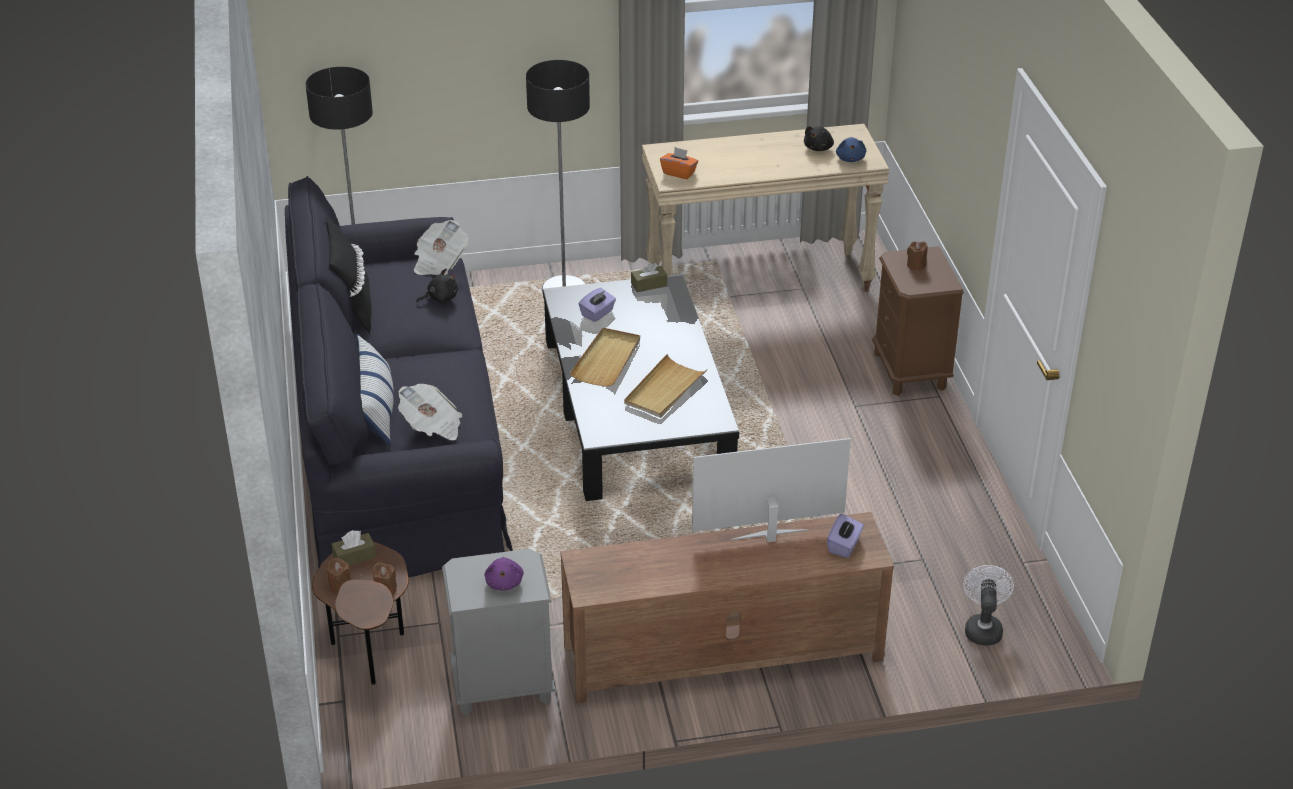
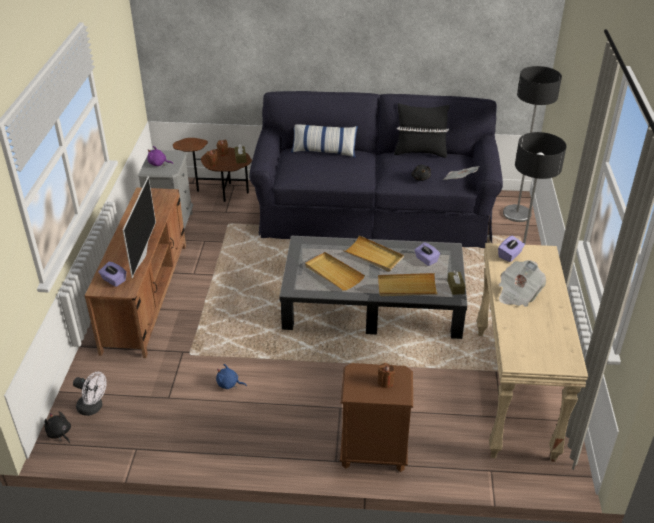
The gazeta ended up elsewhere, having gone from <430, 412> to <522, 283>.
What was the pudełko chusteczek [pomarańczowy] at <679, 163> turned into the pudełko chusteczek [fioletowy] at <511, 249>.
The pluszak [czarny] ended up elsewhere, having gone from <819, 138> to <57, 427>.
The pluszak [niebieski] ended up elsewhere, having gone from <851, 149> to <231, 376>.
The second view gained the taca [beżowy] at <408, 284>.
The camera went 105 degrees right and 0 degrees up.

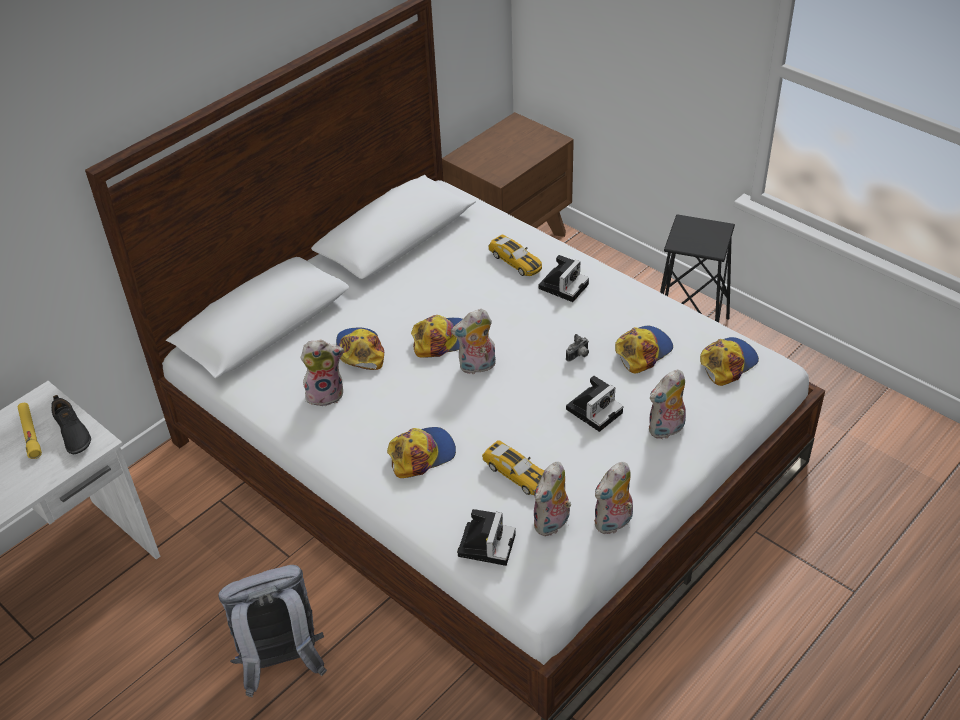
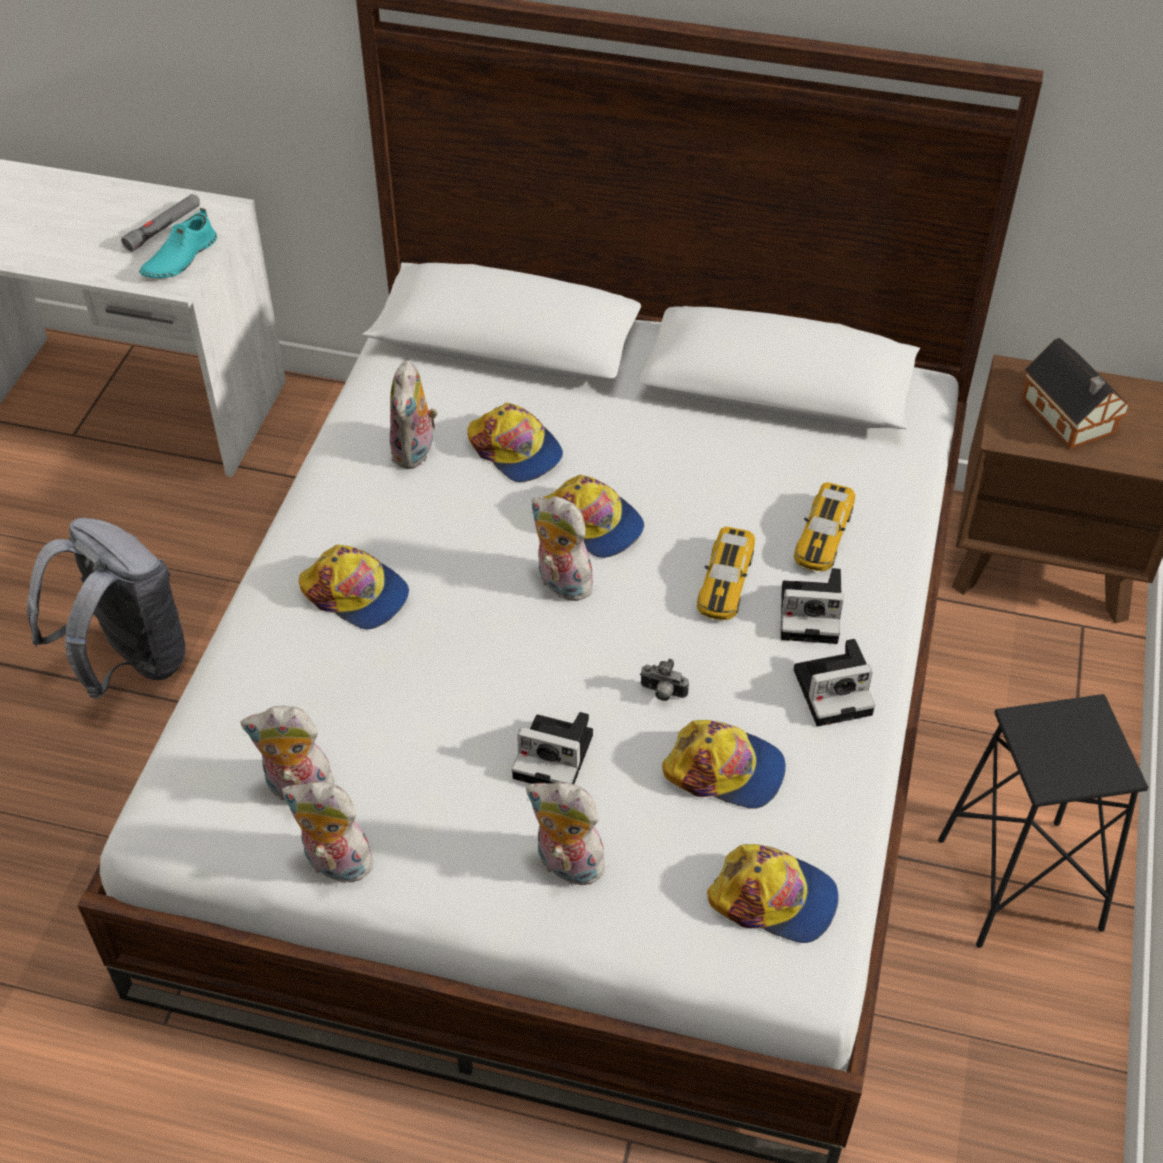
What was the latarka [żółty] at <30, 431> turned into the latarka [szary] at <160, 223>.
What was the but [czarny] at <71, 424> turned into the but [turkusowy] at <178, 243>.
The pluszak at <322, 374> ended up facing another way, 45 degrees clockwise from before.
The czapka z daszkiem at <360, 349> ended up facing another way, 90 degrees clockwise from before.
The aparat fotograficzny ended up elsewhere, having gone from <486, 537> to <834, 682>.
The samochodzik ended up elsewhere, having gone from <513, 467> to <726, 573>.
The second view gained the domek at <1076, 393>.
The camera went 60 degrees right and 5 degrees up.

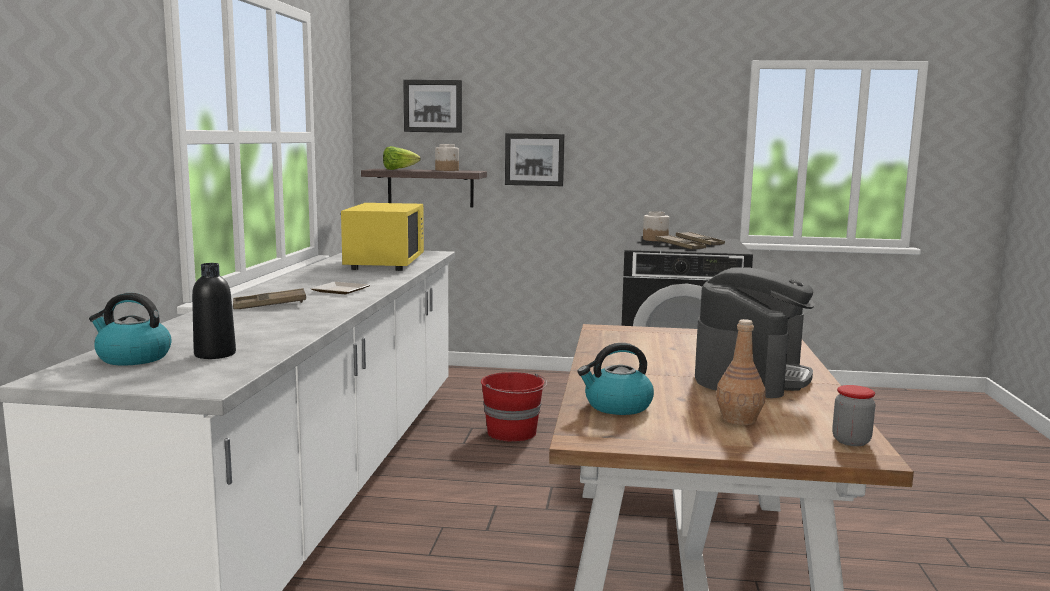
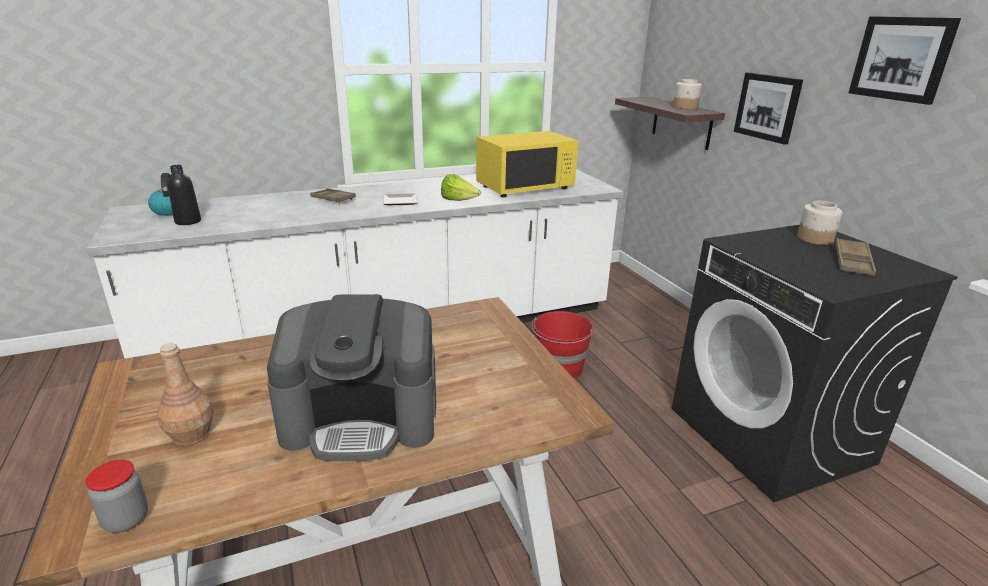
The sałata ended up elsewhere, having gone from <402, 158> to <461, 187>.
The obraz ended up elsewhere, having gone from <432, 106> to <904, 60>.
The second view lost the czajnik at <616, 379>.
The second view lost the taca [brązowy] at <680, 242>.
The camera went 60 degrees right and 15 degrees up.

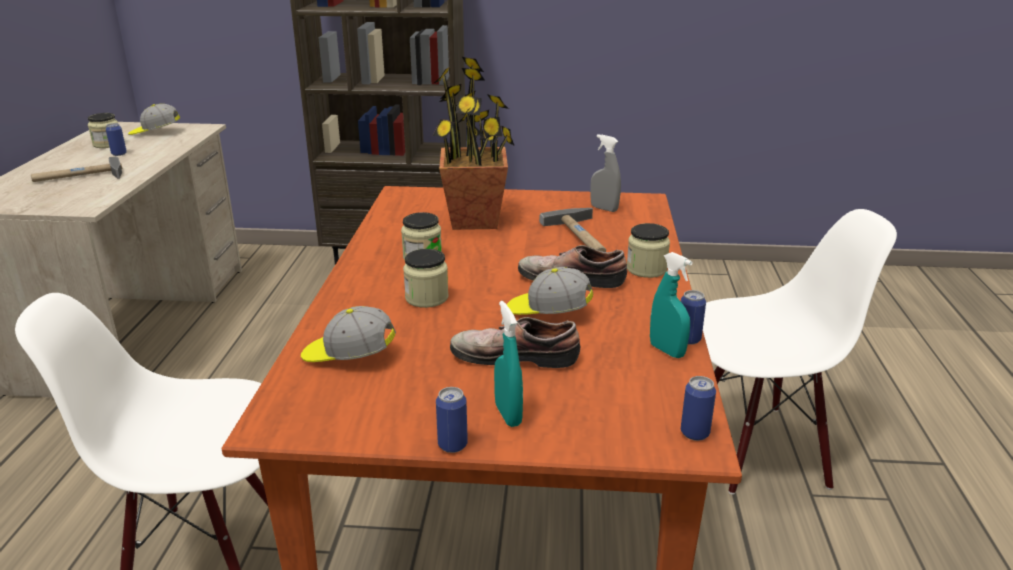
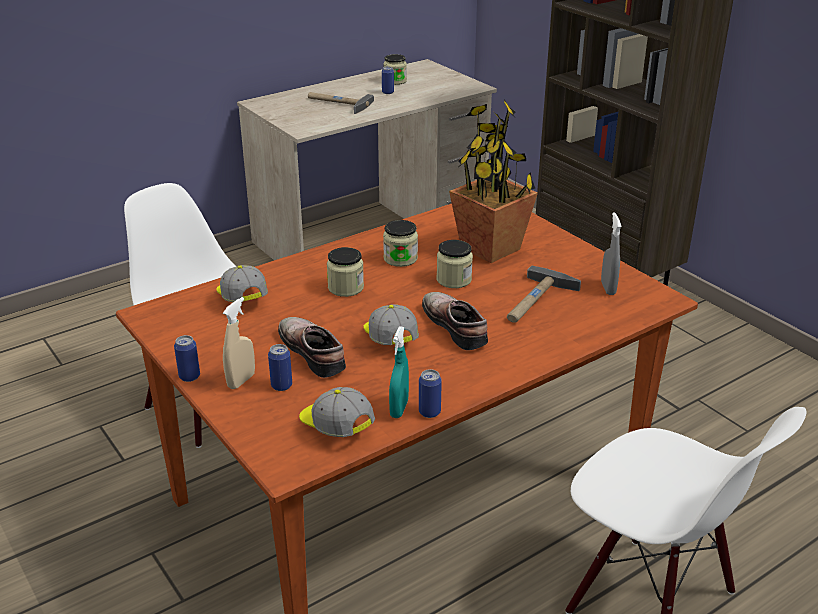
The czapka z daszkiem ended up elsewhere, having gone from <154, 119> to <337, 412>.
What was the spryskiwacz [turkusowy] at <508, 364> turned into the spryskiwacz [beżowy] at <239, 343>.
The słoik ended up elsewhere, having gone from <648, 250> to <455, 264>.
The puszka ended up elsewhere, having gone from <698, 408> to <280, 367>.
The camera went 50 degrees right and 5 degrees up.

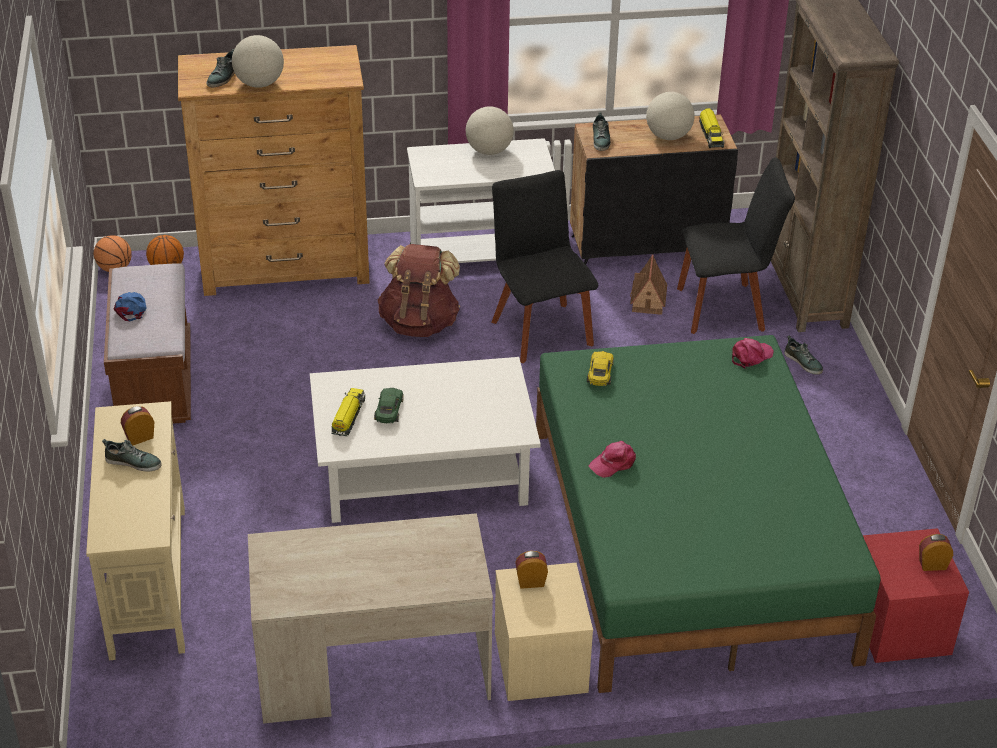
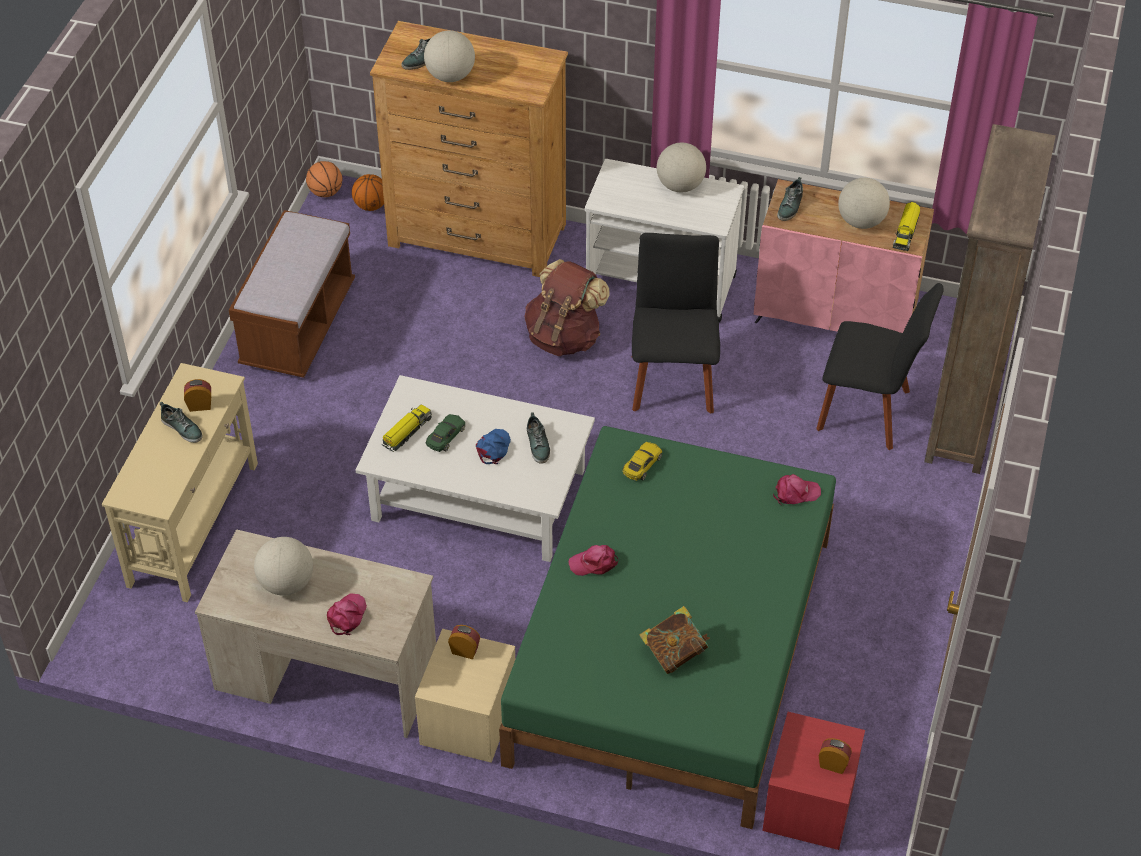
The czapka z daszkiem [niebieski] ended up elsewhere, having gone from <129, 306> to <493, 446>.
What was the szafka [czarny] at <654, 190> turned into the szafka [różowy] at <844, 256>.
The second view lost the domek at <648, 284>.
The but ended up elsewhere, having gone from <803, 355> to <538, 438>.
The second view gained the globus at <283, 566>.
The second view gained the czapka z daszkiem [różowy] at <347, 614>.
The second view gained the książka at <675, 640>.
The camera went 25 degrees right and 10 degrees up.

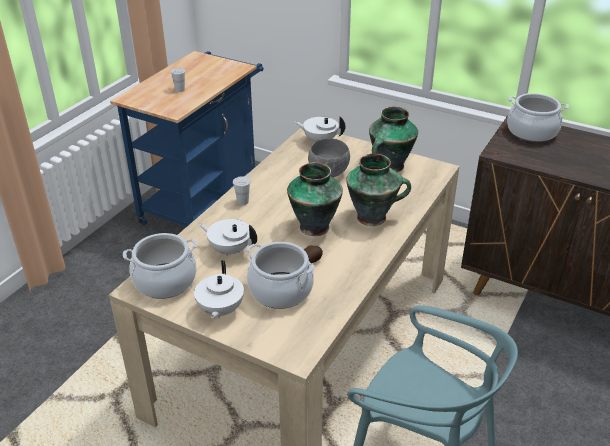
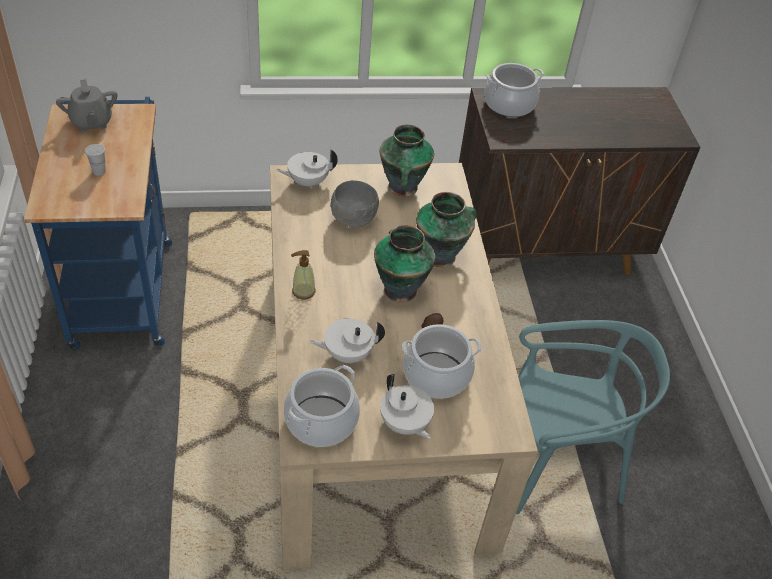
Where the filiżanka [biały] stood at <242, 190>, the dozownik mydła came to stand at <303, 274>.
The second view gained the imbryk [szary] at <86, 105>.
The camera went 40 degrees left and 10 degrees up.

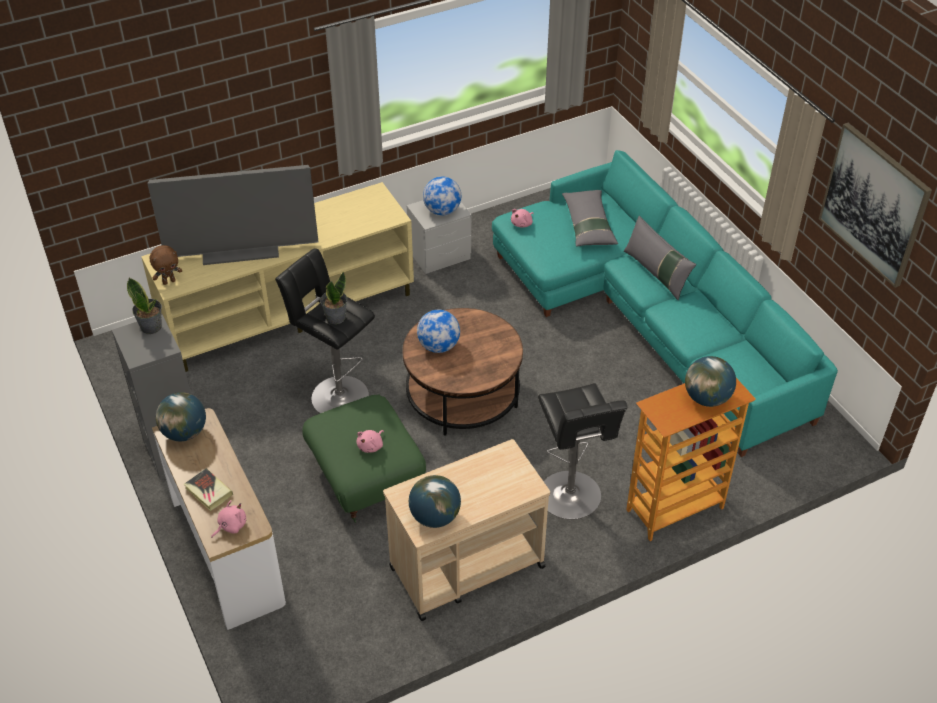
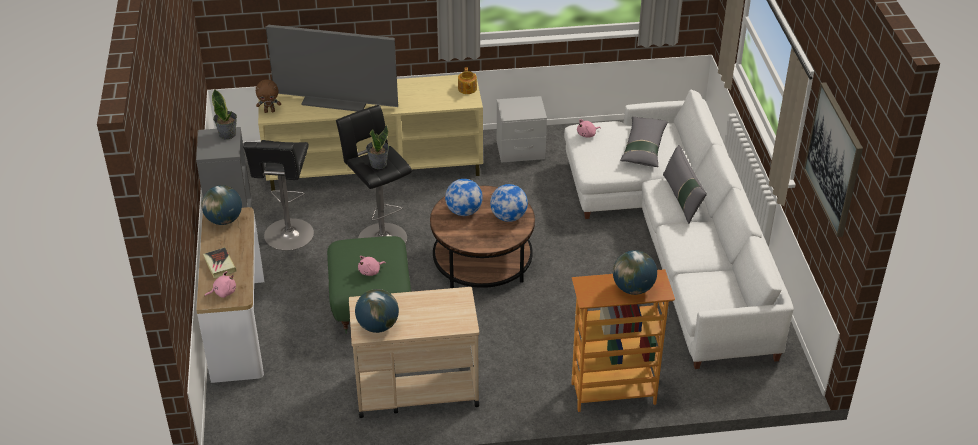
The globus ended up elsewhere, having gone from <442, 195> to <509, 203>.
What was the kanapa [turkusowy] at <665, 303> turned into the kanapa [biały] at <679, 229>.
The stołek [czarny] ended up elsewhere, having gone from <583, 451> to <278, 195>.
The second view gained the imbryk at <467, 80>.
The camera went 20 degrees right and 5 degrees down.

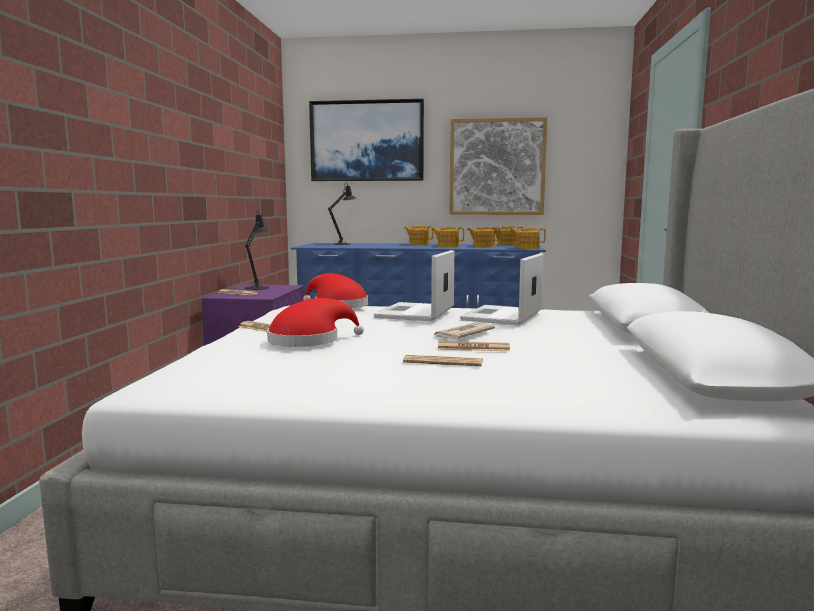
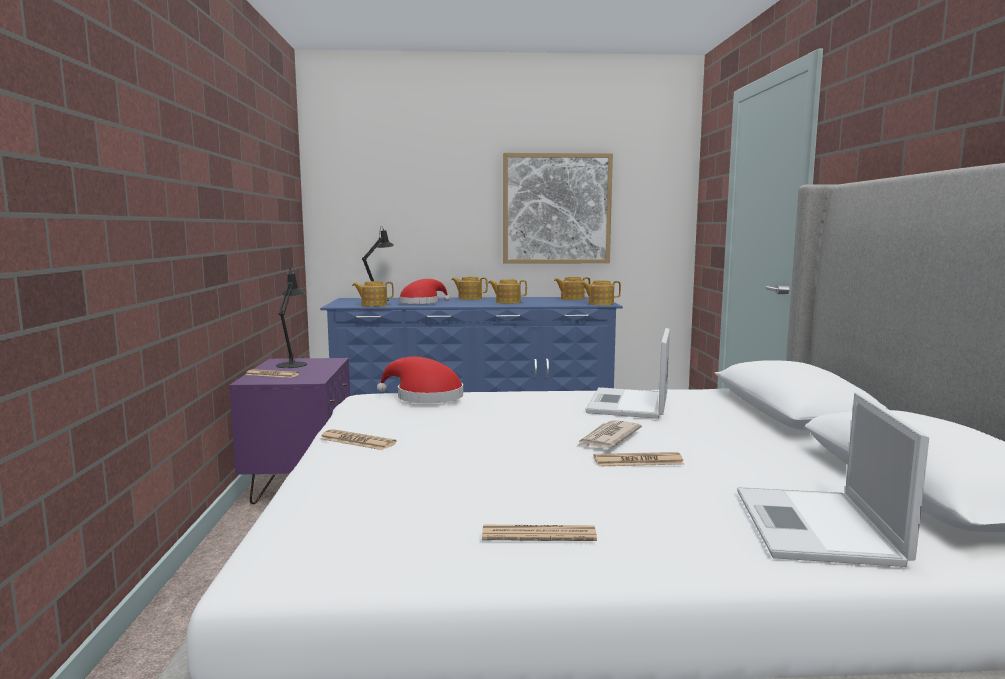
The kapelusz [czerwony] ended up elsewhere, having gone from <315, 322> to <424, 291>.
The second view lost the obraz at <366, 140>.
The laptop ended up elsewhere, having gone from <414, 285> to <833, 479>.
The gazeta ended up elsewhere, having gone from <443, 360> to <539, 533>.
The imbryk ended up elsewhere, having gone from <483, 237> to <373, 294>.
The camera went 10 degrees left and 0 degrees up.

